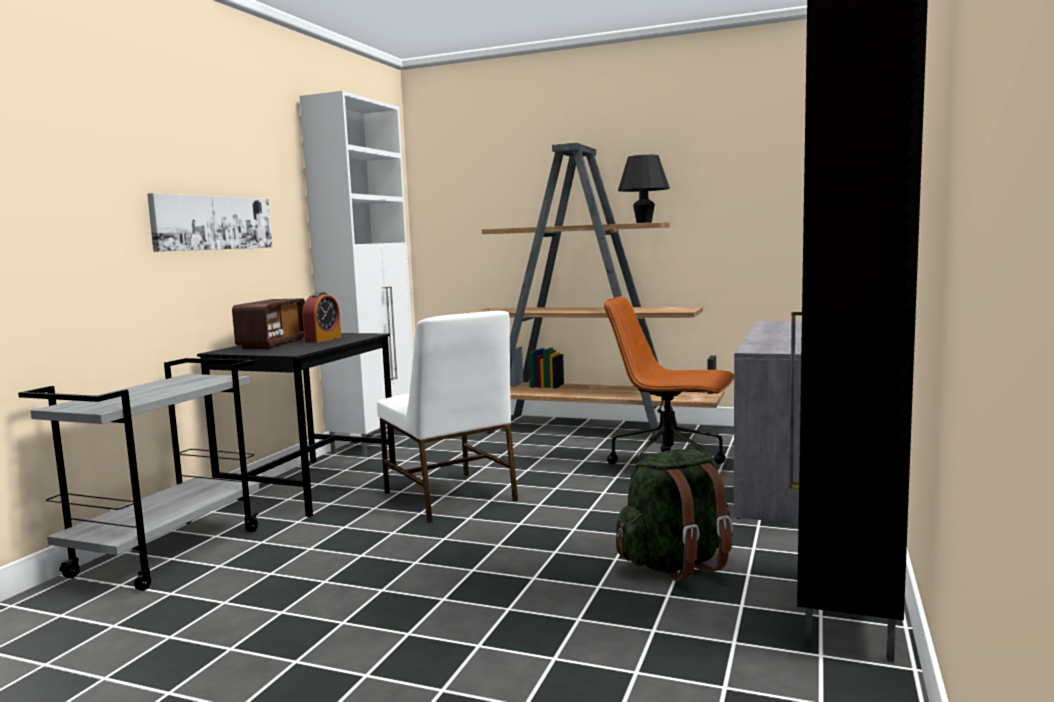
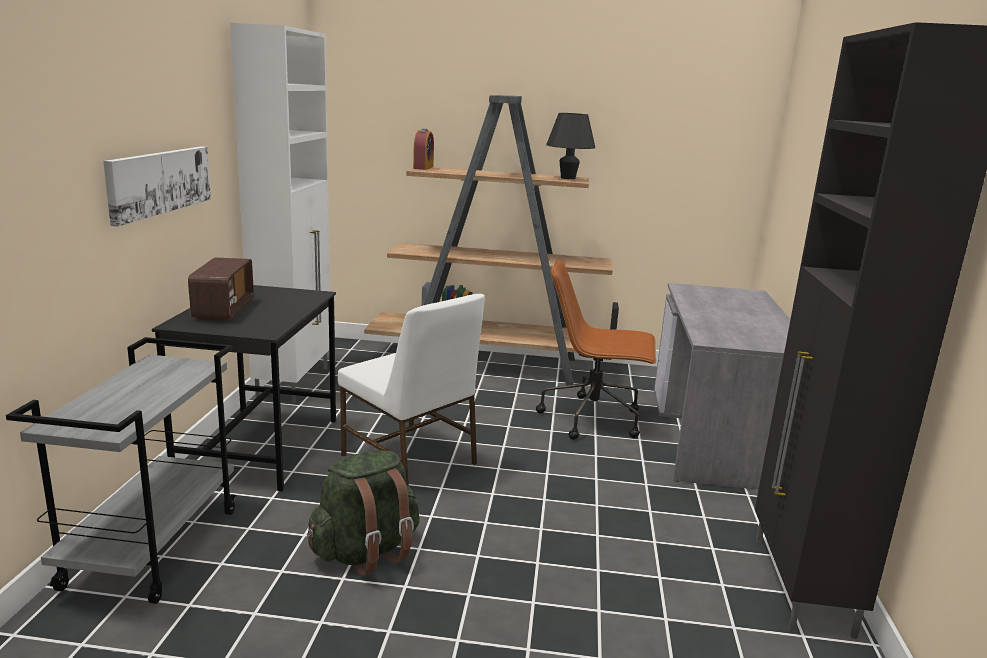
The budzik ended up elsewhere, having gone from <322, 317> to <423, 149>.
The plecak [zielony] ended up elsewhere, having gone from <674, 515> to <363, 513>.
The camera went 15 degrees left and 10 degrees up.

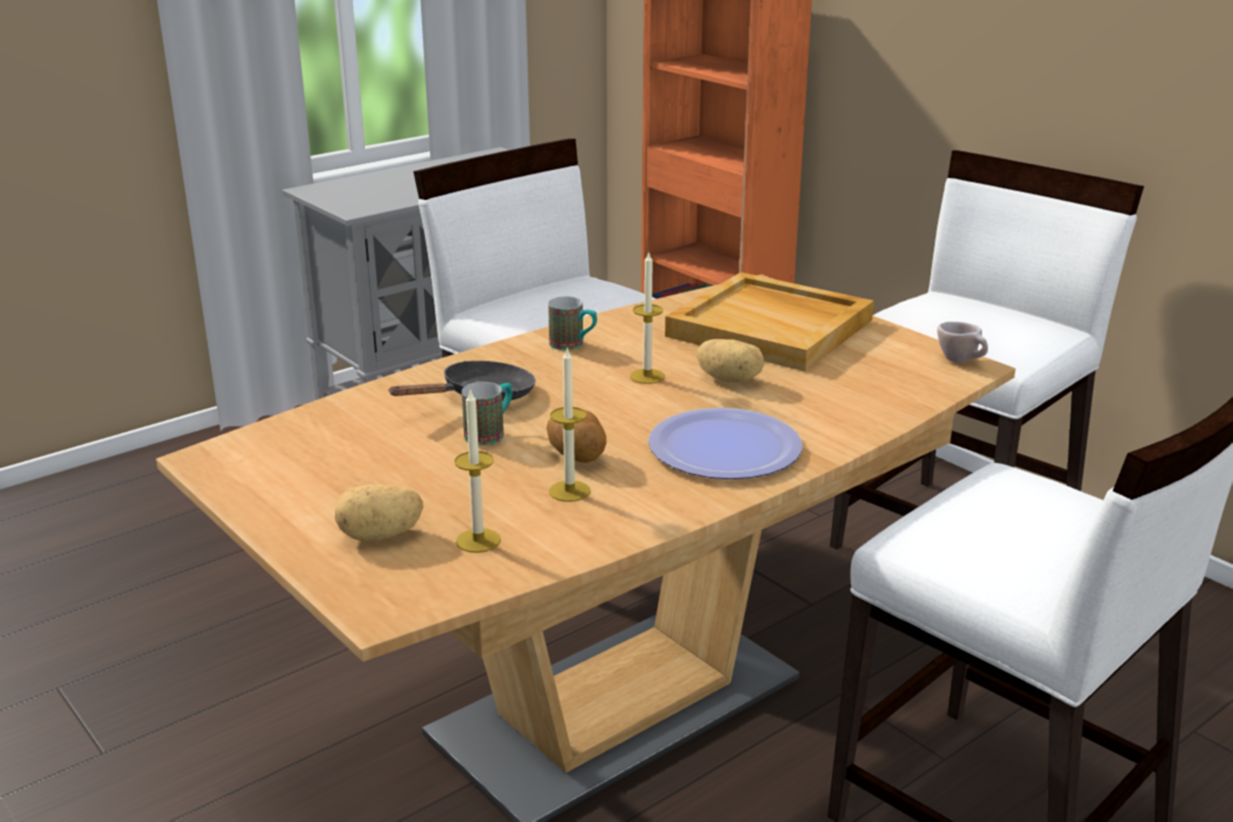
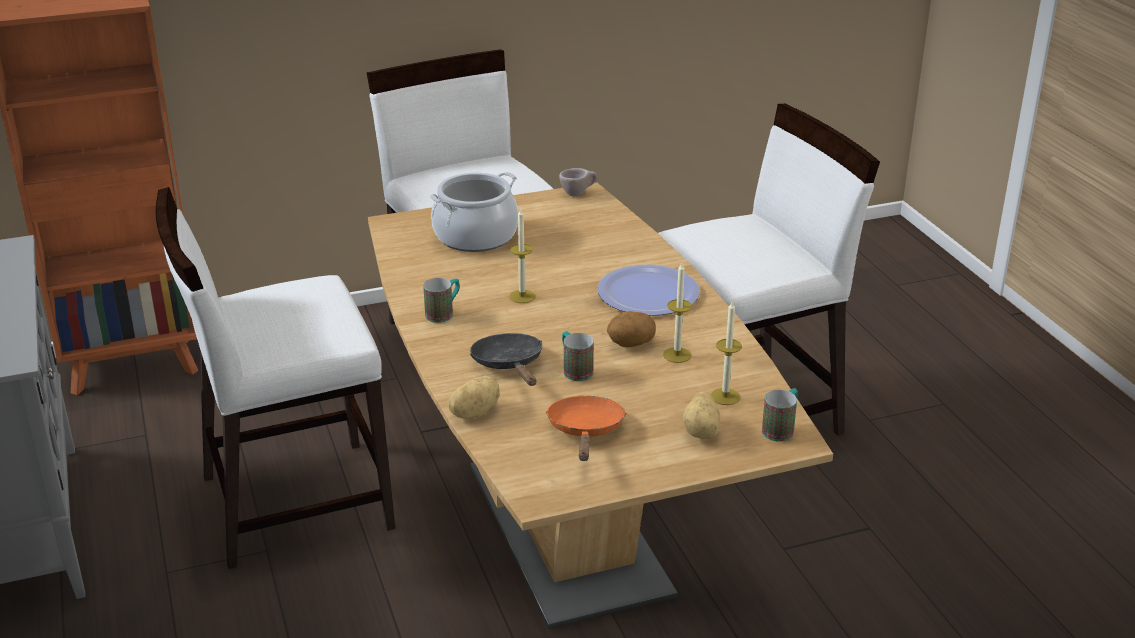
Where the taca [beżowy] stood at <769, 321>, the garnek came to stand at <474, 212>.
The ziemniak ended up elsewhere, having gone from <730, 360> to <474, 397>.
The second view gained the patelnia [pomarańczowy] at <586, 428>.
The second view gained the kubek at <780, 415>.
The camera went 70 degrees left and 5 degrees up.

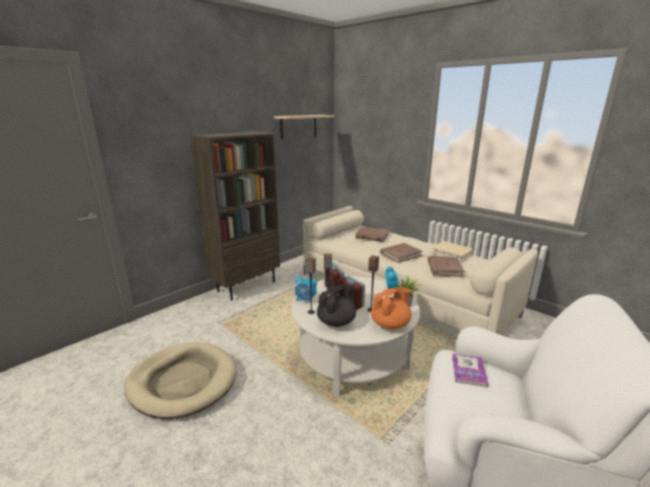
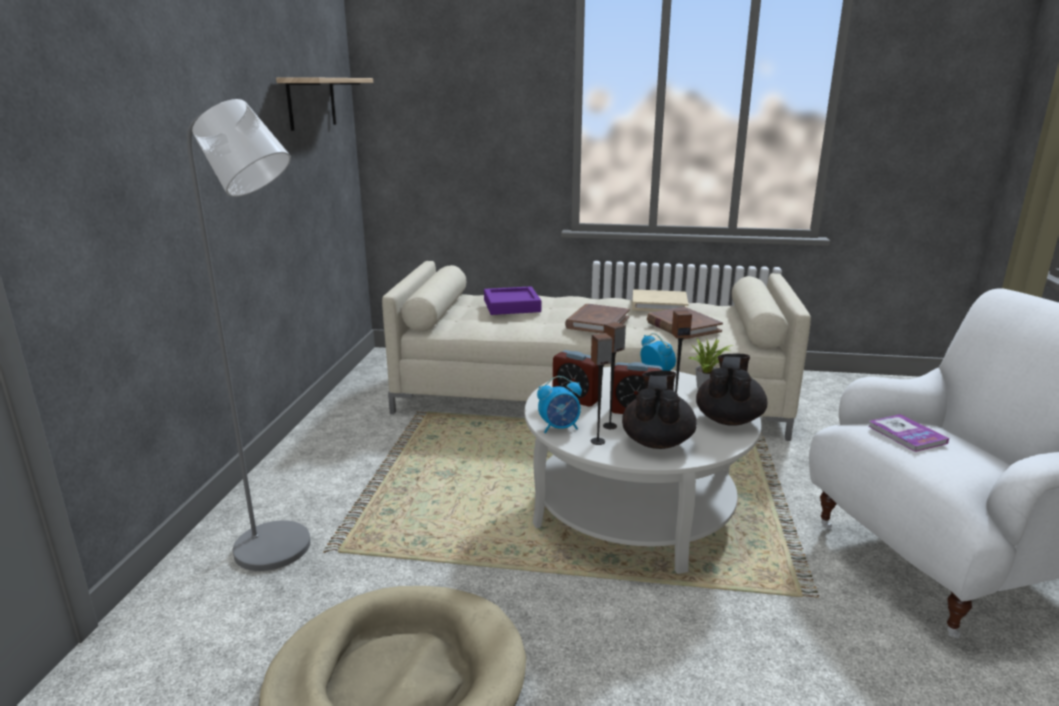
The second view lost the regał [brązowy] at <235, 215>.
Where the książka [brązowy] stood at <372, 234>, the taca [fioletowy] came to stand at <512, 300>.
What was the imbryk [pomarańczowy] at <391, 308> turned into the imbryk [czarny] at <732, 390>.
The second view gained the lampa stojąca [szary] at <249, 335>.
The camera went 35 degrees left and 0 degrees up.

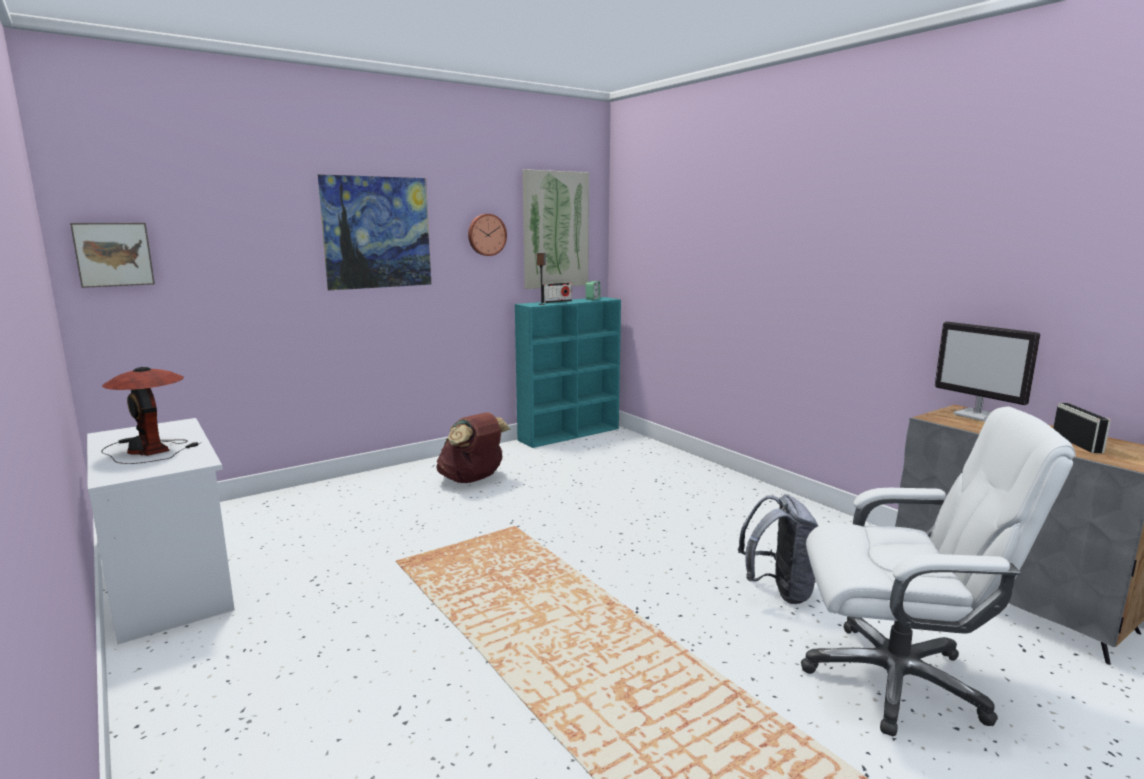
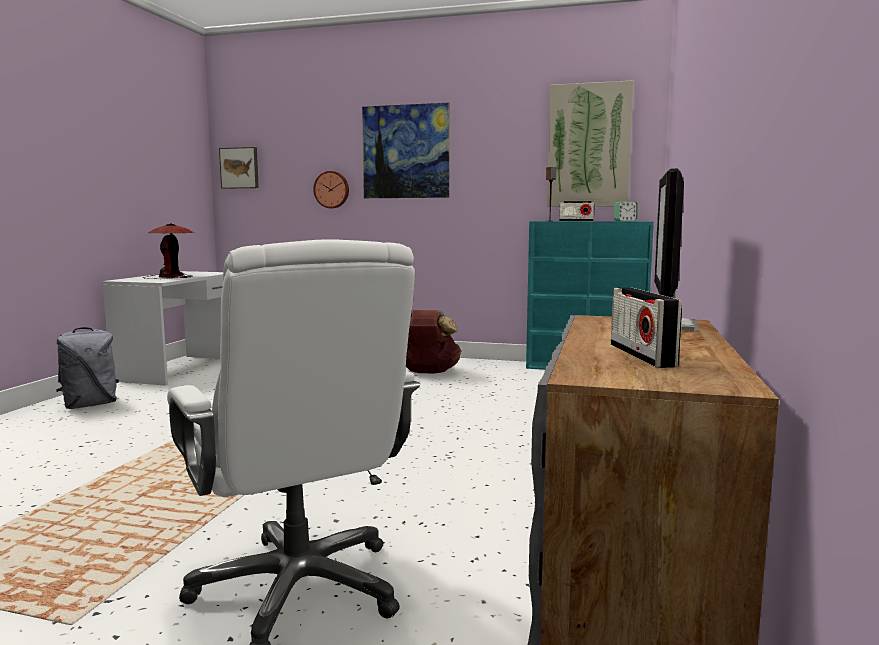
The zegar ścienny ended up elsewhere, having gone from <487, 235> to <331, 189>.
The plecak [szary] ended up elsewhere, having gone from <778, 549> to <87, 368>.
The radio at <1082, 428> ended up facing another way, 120 degrees clockwise from before.
The camera went 50 degrees right and 5 degrees down.

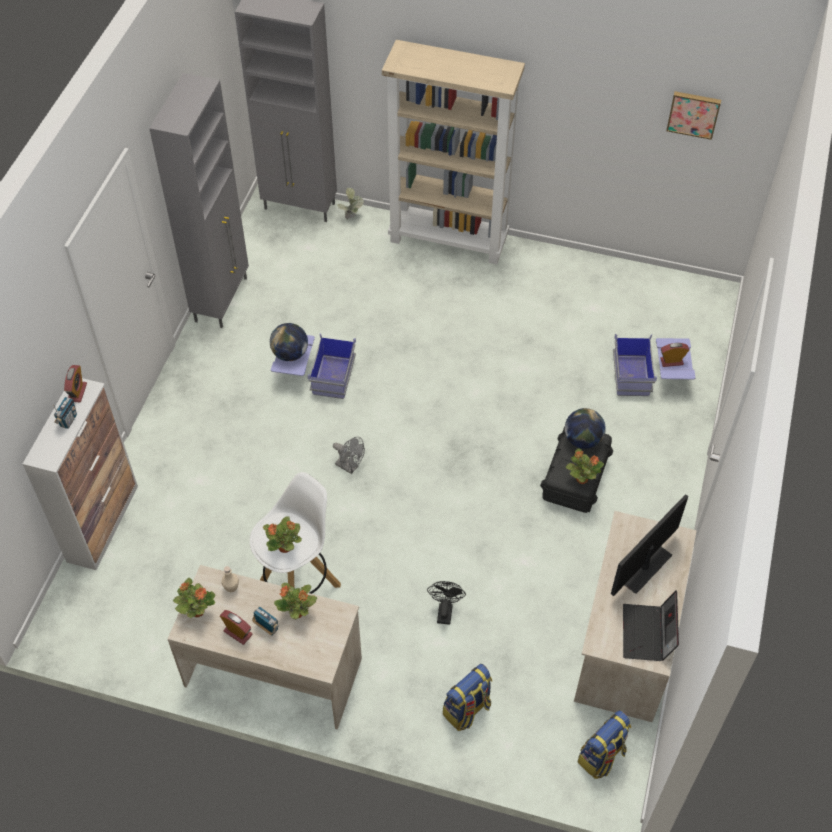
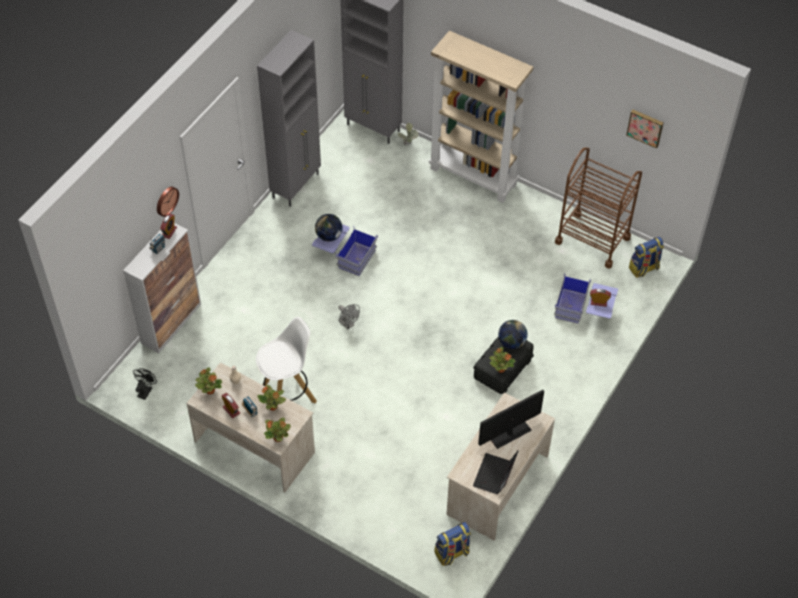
The roślina doniczkowa ended up elsewhere, having gone from <282, 534> to <277, 430>.
The wentylator [czarny] ended up elsewhere, having gone from <446, 603> to <145, 384>.
The plecak ended up elsewhere, having gone from <467, 697> to <646, 257>.
The second view gained the zegar ścienny at <168, 202>.
The second view gained the wózek [brązowy] at <598, 208>.
The camera went 15 degrees right and 0 degrees up.

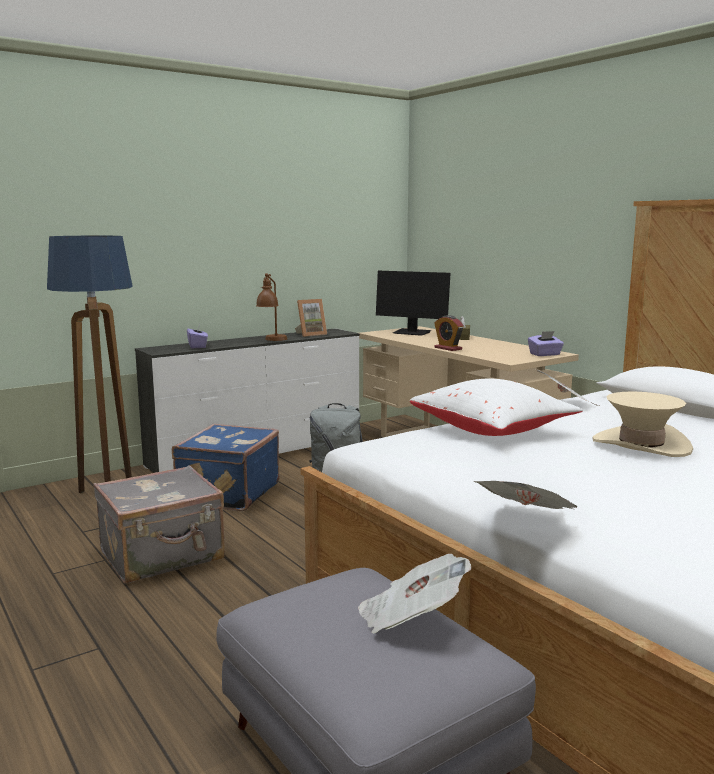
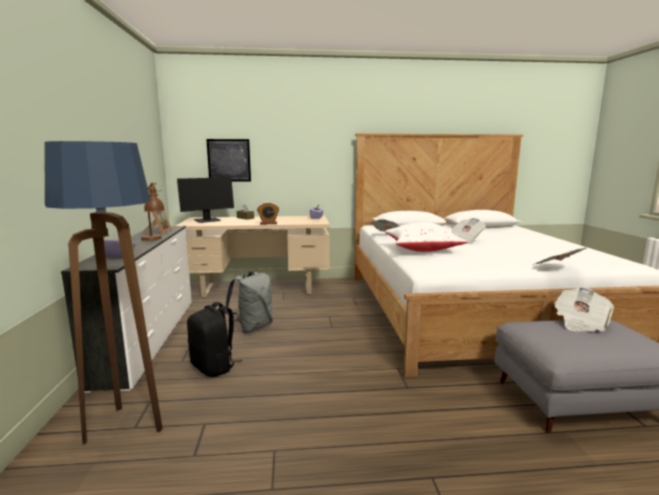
The second view lost the walizka [szary] at <159, 524>.
Where the walizka [niebieski] stood at <225, 467>, the plecak [czarny] came to stand at <214, 339>.
Where the kapelusz [beżowy] stood at <642, 424>, the gazeta came to stand at <469, 230>.
The second view gained the obraz at <228, 160>.
The camera went 60 degrees left and 0 degrees up.

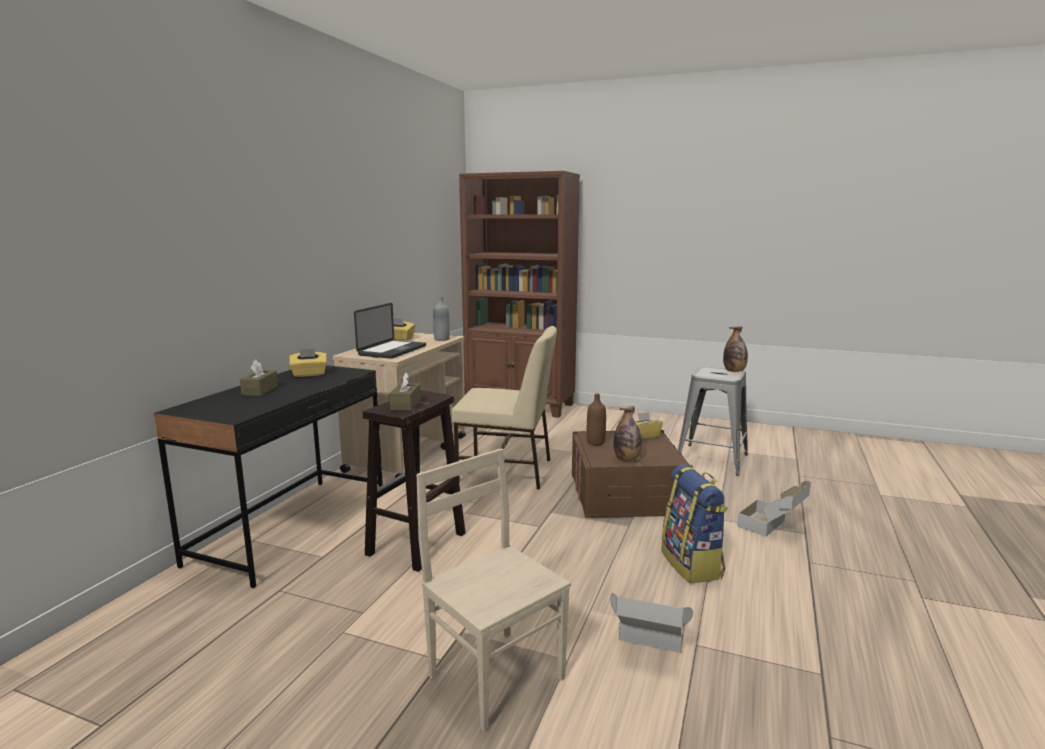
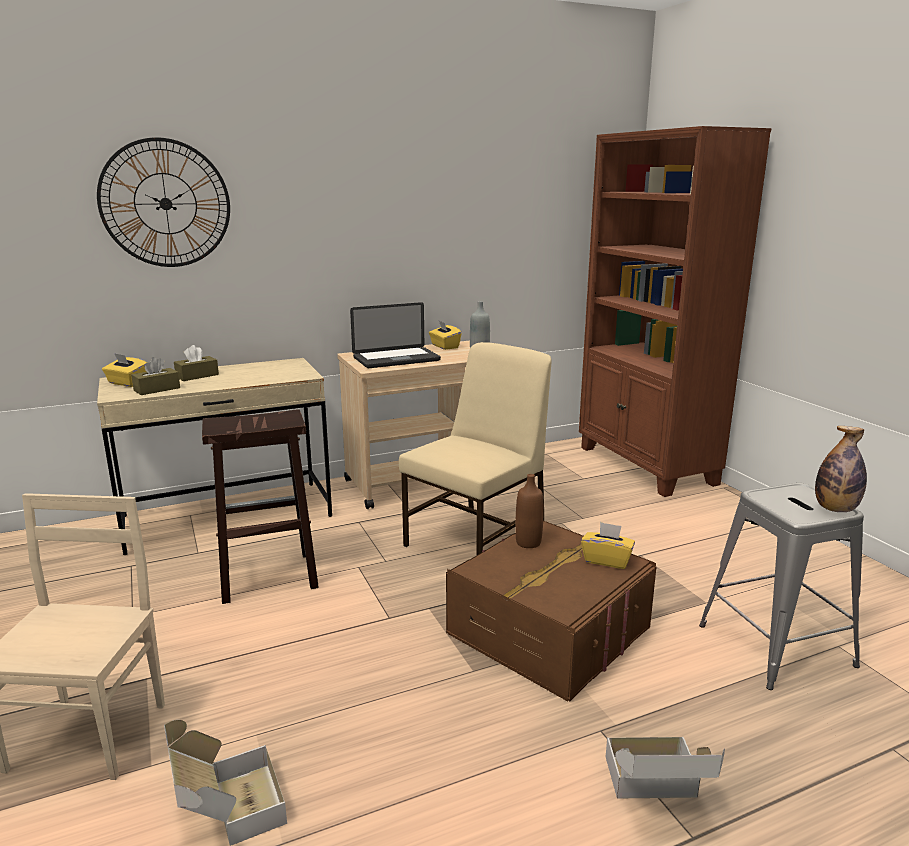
What was the biurko [czarny] at <268, 476> turned into the biurko [beżowy] at <214, 456>.
The pudełko chusteczek [żółty] ended up elsewhere, having gone from <308, 362> to <124, 370>.
The pudełko chusteczek [brązowy] ended up elsewhere, having gone from <405, 391> to <155, 376>.
The krzesło [beżowy] at <504, 407> ended up facing another way, 105 degrees counterclockwise from before.
The second view lost the butelka at <627, 433>.
The second view lost the plecak at <694, 523>.
The second view gained the zegar ścienny at <163, 202>.
The camera went 45 degrees right and 5 degrees up.

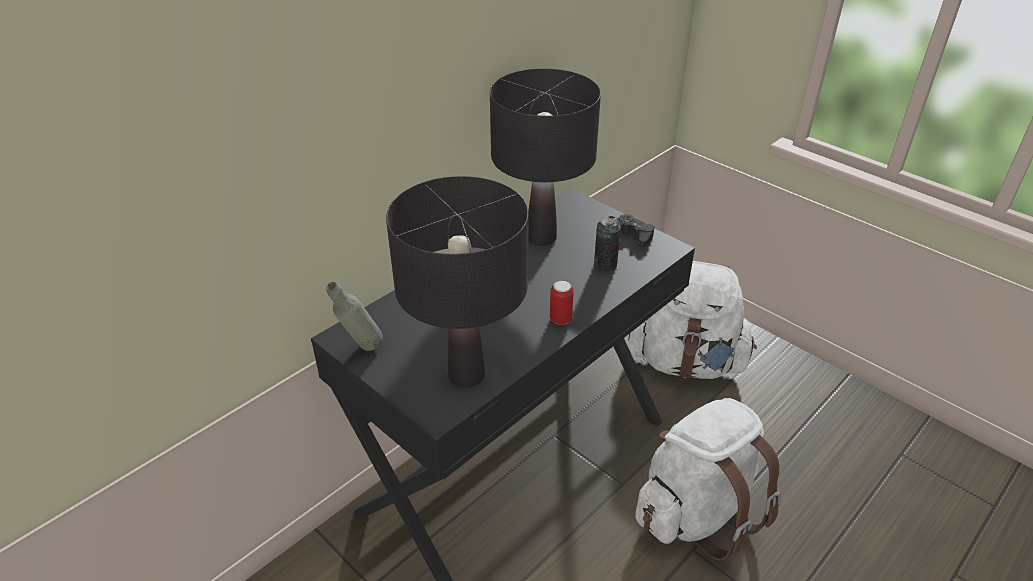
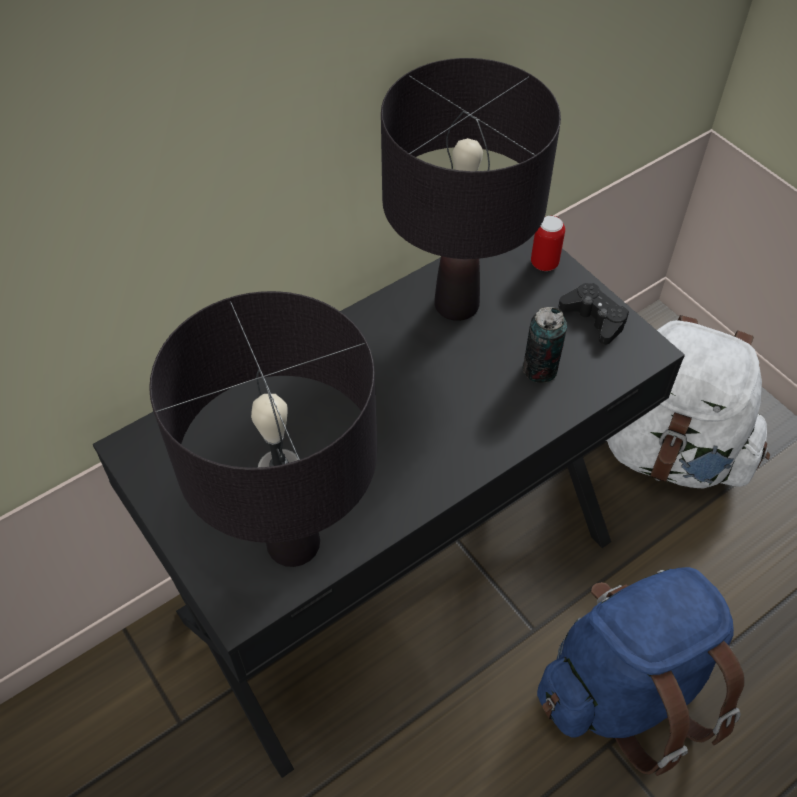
The second view lost the butelka [szary] at <354, 316>.
The puszka ended up elsewhere, having gone from <562, 303> to <548, 243>.
What was the plecak [biały] at <708, 479> turned into the plecak [niebieski] at <640, 671>.
The camera went 10 degrees right and 15 degrees up.

